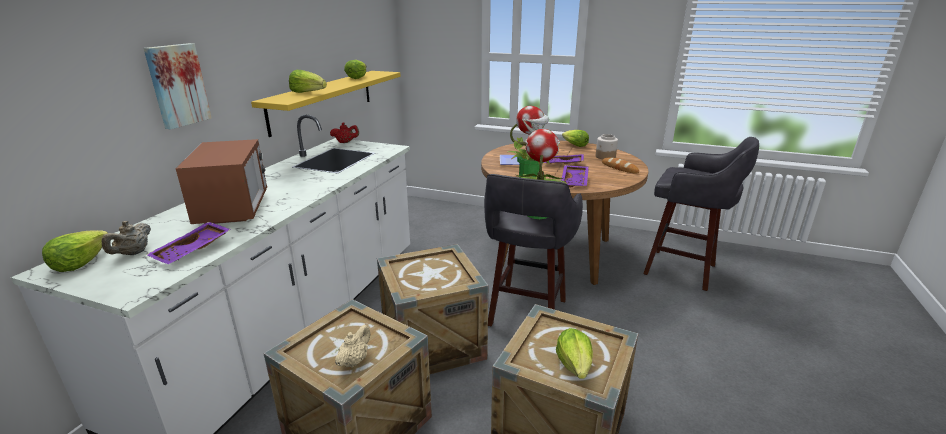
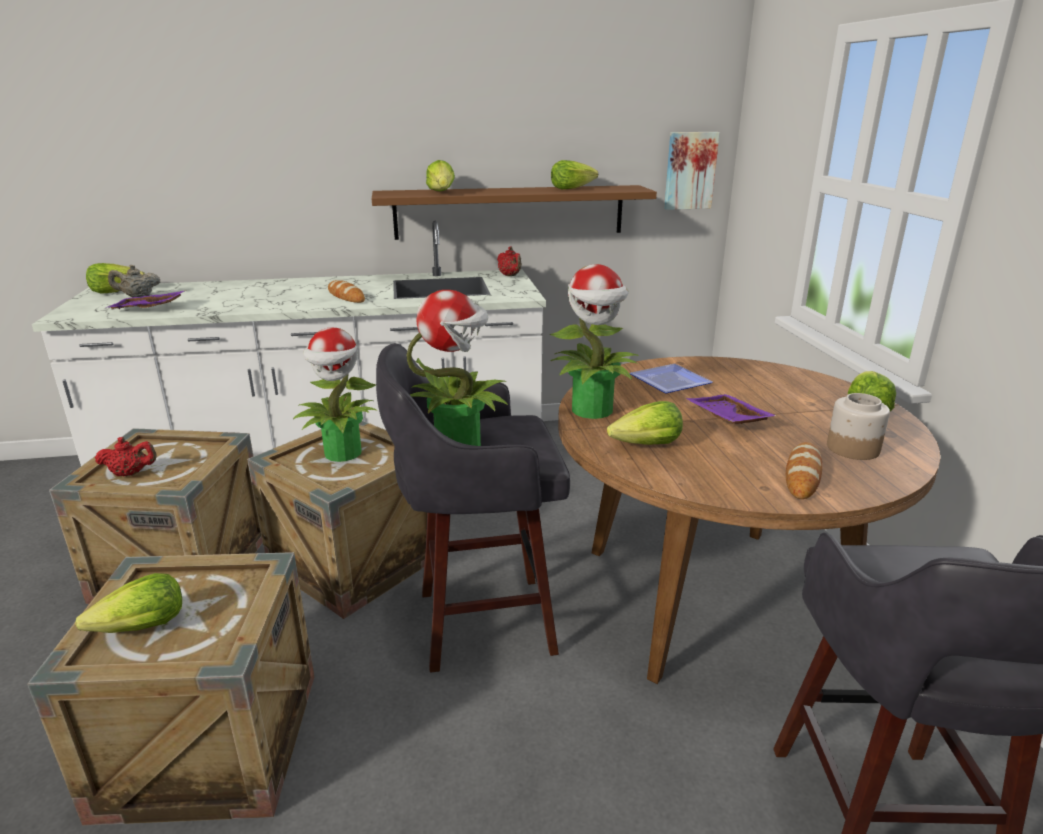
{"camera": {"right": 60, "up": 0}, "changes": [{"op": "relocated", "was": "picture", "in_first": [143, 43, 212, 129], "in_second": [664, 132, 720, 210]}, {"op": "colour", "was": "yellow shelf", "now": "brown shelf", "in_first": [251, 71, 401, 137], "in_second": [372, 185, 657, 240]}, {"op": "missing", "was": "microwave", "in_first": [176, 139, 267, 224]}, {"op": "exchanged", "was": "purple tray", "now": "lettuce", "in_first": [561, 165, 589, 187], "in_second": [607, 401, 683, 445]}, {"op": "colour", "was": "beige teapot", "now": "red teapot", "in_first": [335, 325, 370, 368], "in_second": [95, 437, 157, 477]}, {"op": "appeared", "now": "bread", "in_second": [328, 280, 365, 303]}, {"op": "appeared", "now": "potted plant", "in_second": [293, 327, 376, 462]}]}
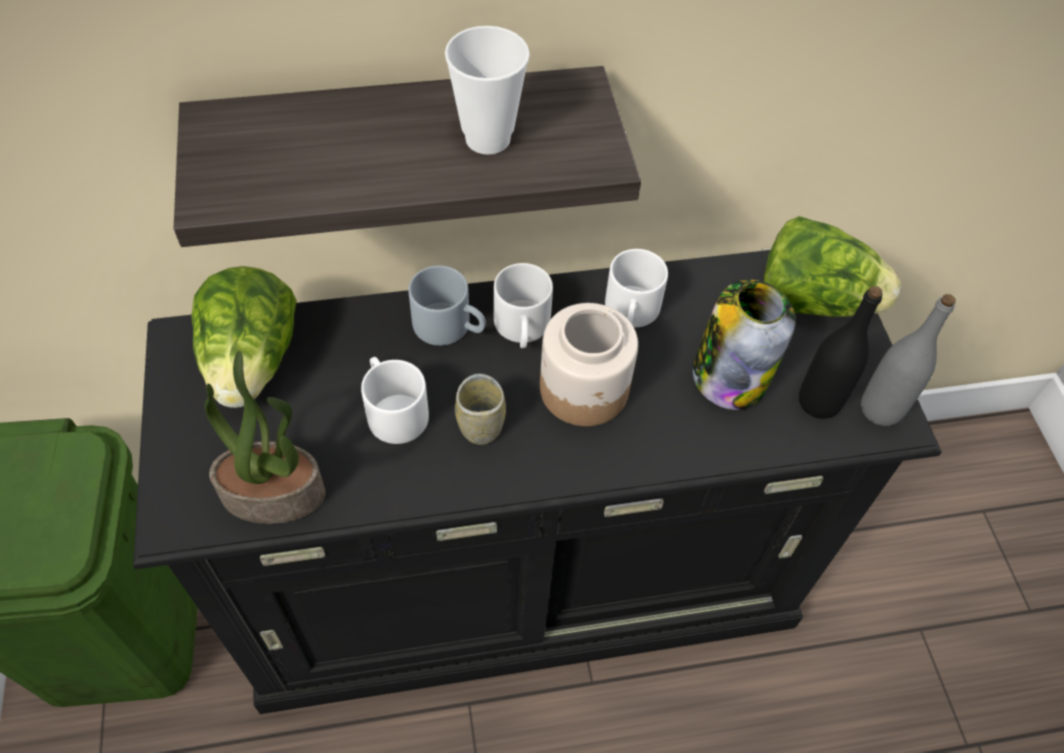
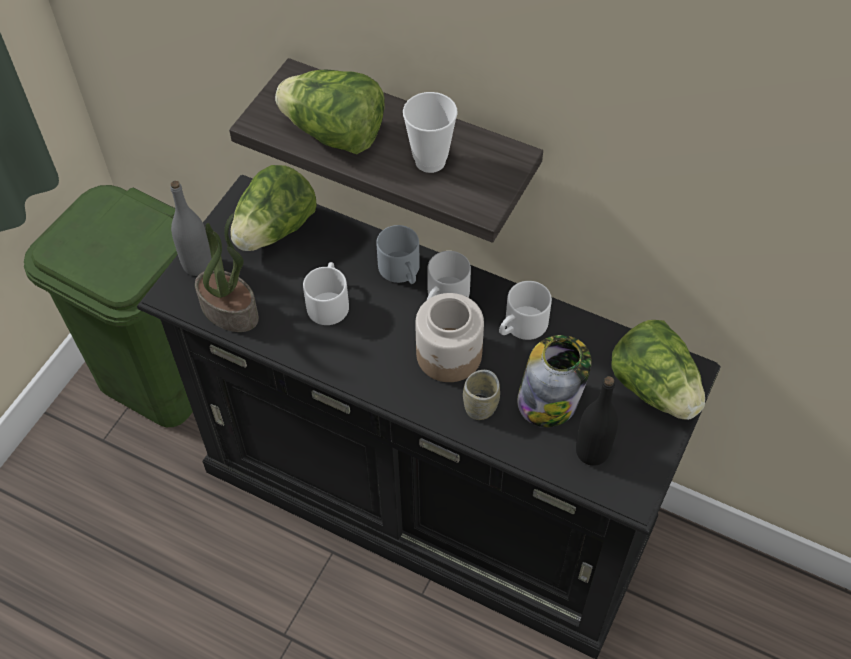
{"camera": {"right": 40, "up": 0}, "changes": [{"op": "relocated", "was": "grey bottle", "in_first": [861, 294, 956, 426], "in_second": [170, 181, 212, 276]}, {"op": "relocated", "was": "cup", "in_first": [455, 374, 506, 445], "in_second": [463, 370, 500, 420]}, {"op": "appeared", "now": "lettuce", "in_second": [275, 70, 385, 155]}]}
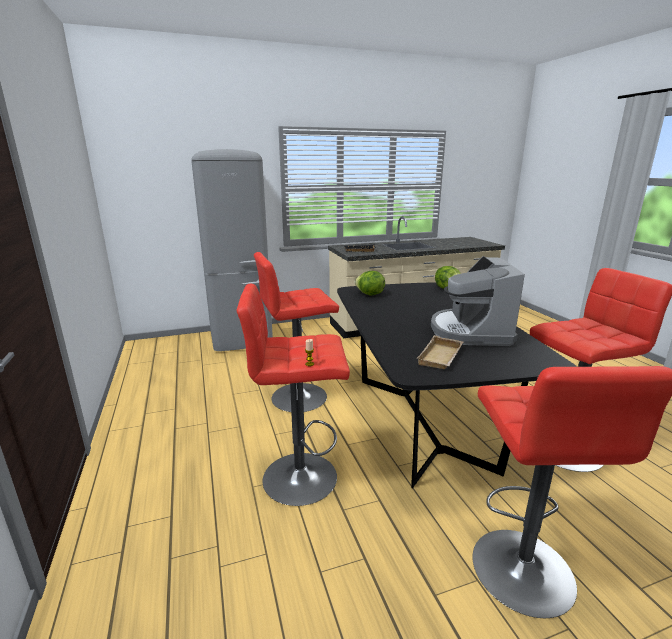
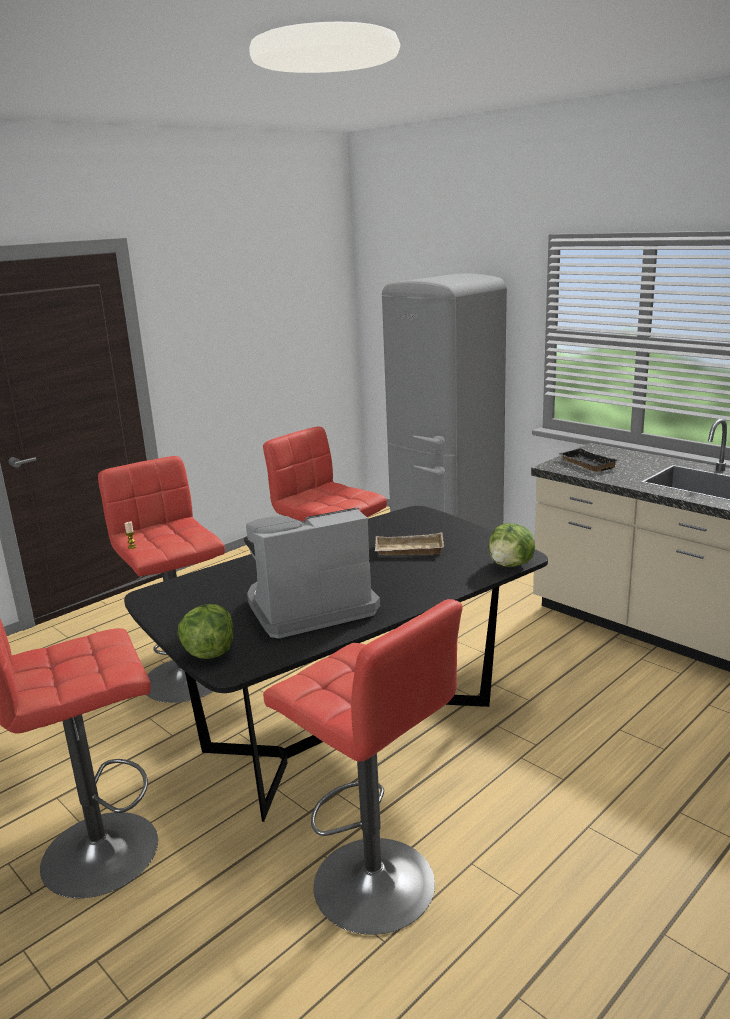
{"camera": {"right": 65, "up": 0}, "changes": [{"op": "relocated", "was": "lettuce", "in_first": [355, 271, 385, 295], "in_second": [178, 604, 233, 659]}, {"op": "relocated", "was": "beige tray", "in_first": [417, 335, 463, 369], "in_second": [375, 532, 444, 555]}]}
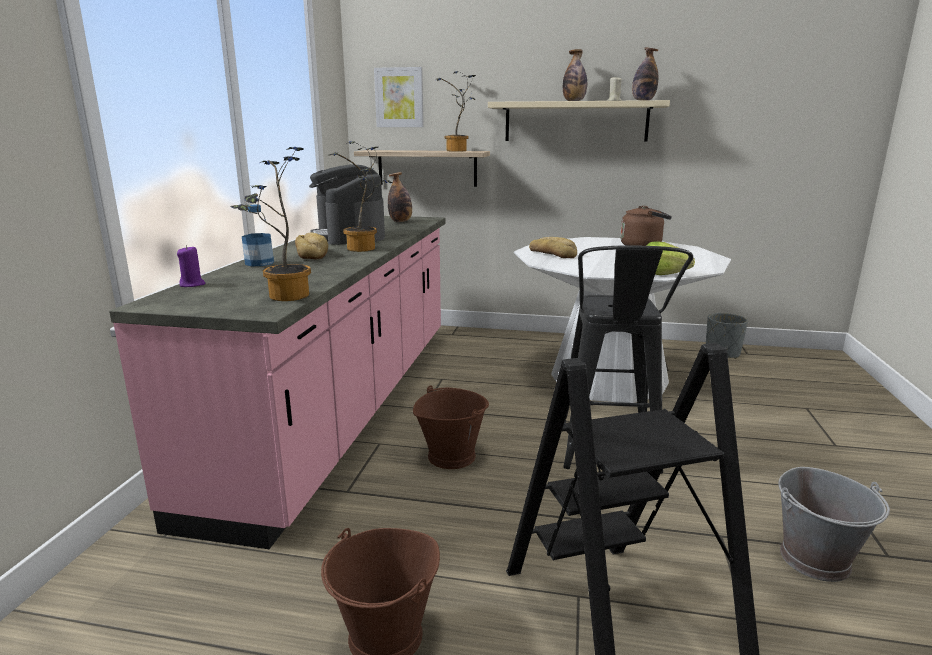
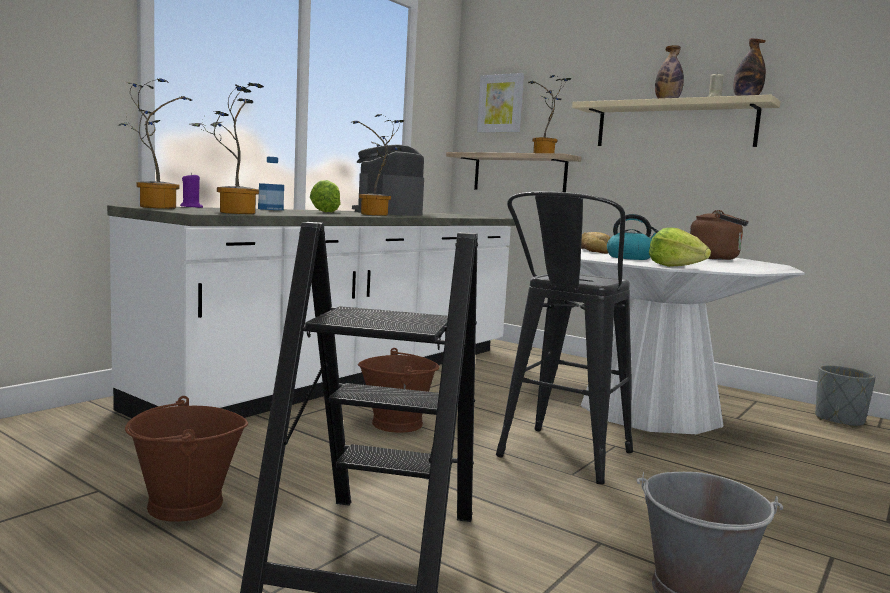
{"camera": {"right": 25, "up": -10}, "changes": [{"op": "missing", "was": "bottle", "in_first": [388, 172, 412, 222]}, {"op": "colour", "was": "pink counter", "now": "white counter", "in_first": [109, 216, 445, 549], "in_second": [107, 205, 516, 418]}, {"op": "exchanged", "was": "bread", "now": "lettuce", "in_first": [295, 233, 328, 260], "in_second": [310, 180, 341, 212]}, {"op": "appeared", "now": "potted plant", "in_second": [117, 78, 192, 209]}, {"op": "appeared", "now": "kettle", "in_second": [607, 214, 658, 260]}]}
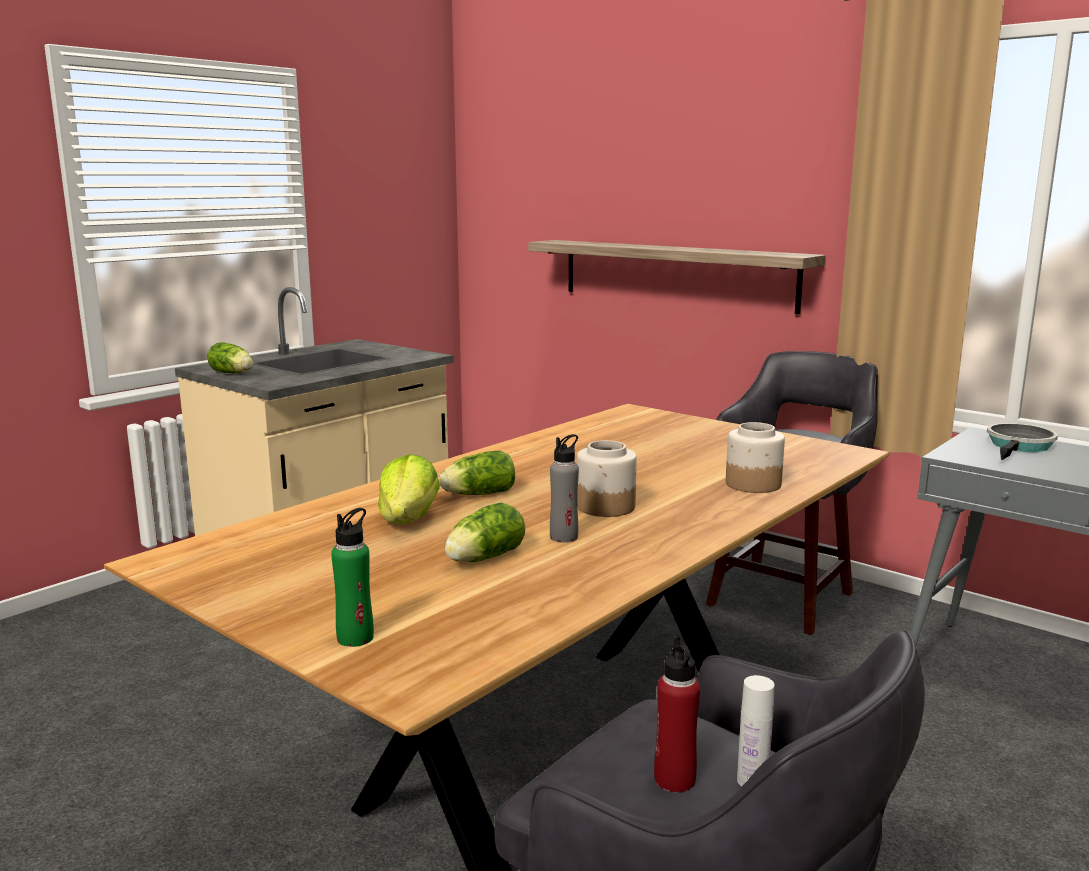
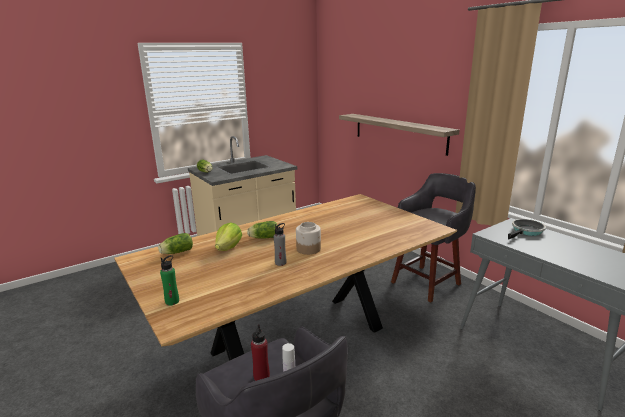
{"camera": {"right": 15, "up": 5}, "changes": [{"op": "missing", "was": "jar", "in_first": [726, 422, 785, 493]}, {"op": "relocated", "was": "lettuce", "in_first": [445, 503, 525, 562], "in_second": [158, 233, 193, 254]}]}
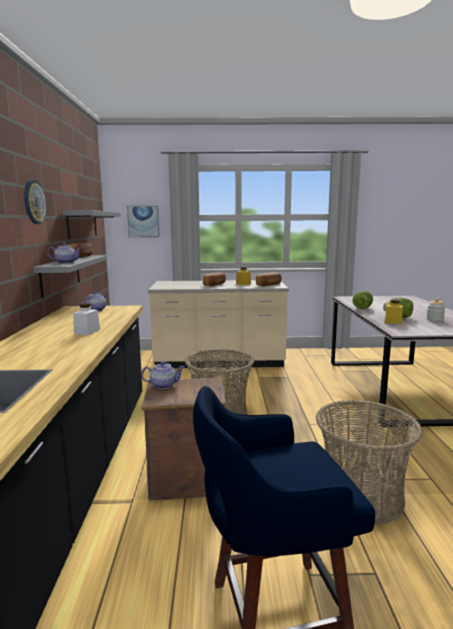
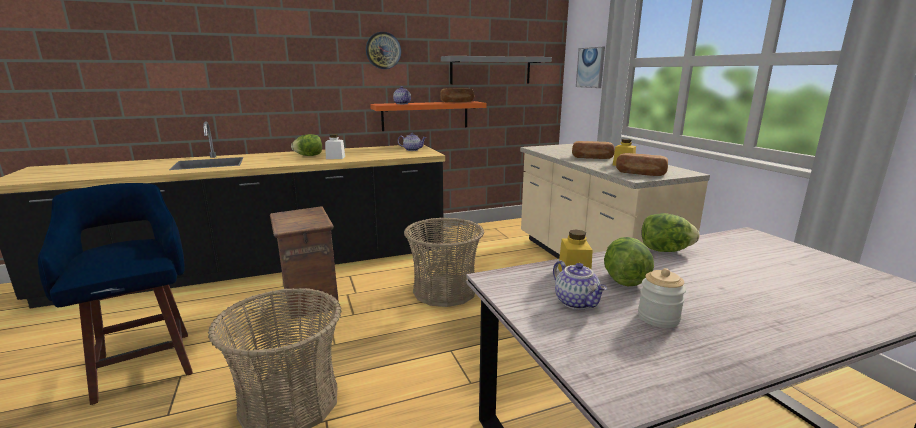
{"camera": {"right": 70, "up": 5}, "changes": [{"op": "colour", "was": "grey shelf", "now": "orange shelf", "in_first": [33, 255, 107, 299], "in_second": [370, 101, 487, 131]}, {"op": "relocated", "was": "teapot", "in_first": [141, 361, 185, 389], "in_second": [553, 261, 607, 310]}, {"op": "appeared", "now": "lettuce", "in_second": [291, 134, 322, 156]}]}
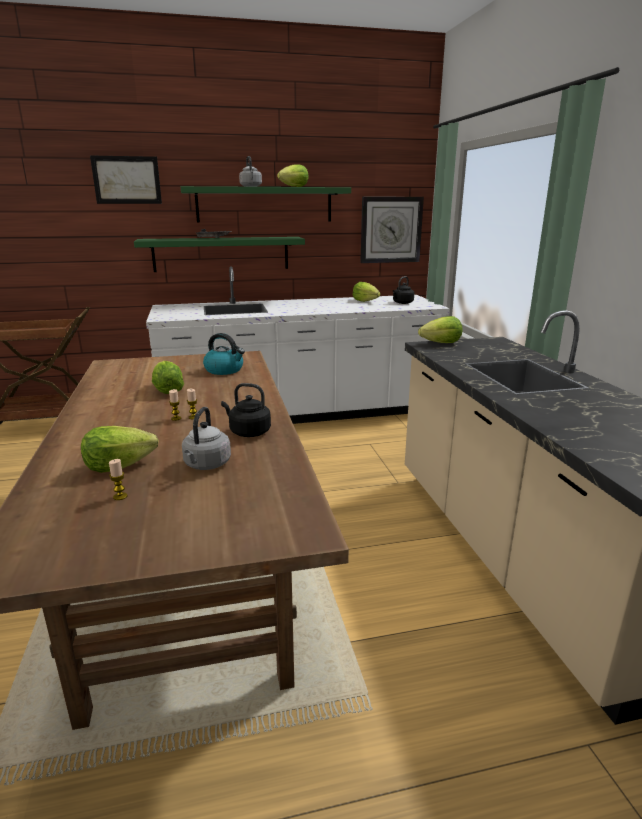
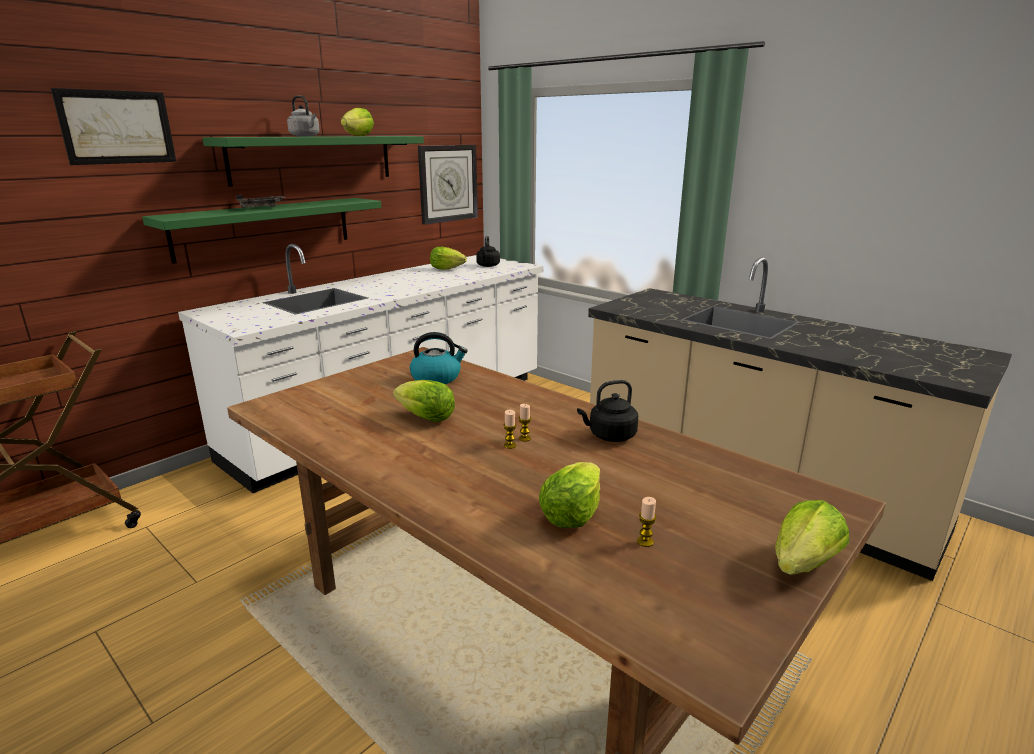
{"camera": {"right": -35, "up": 0}, "changes": [{"op": "relocated", "was": "lettuce", "in_first": [418, 316, 462, 343], "in_second": [775, 500, 849, 575]}, {"op": "missing", "was": "grey kettle", "in_first": [182, 407, 231, 470]}]}
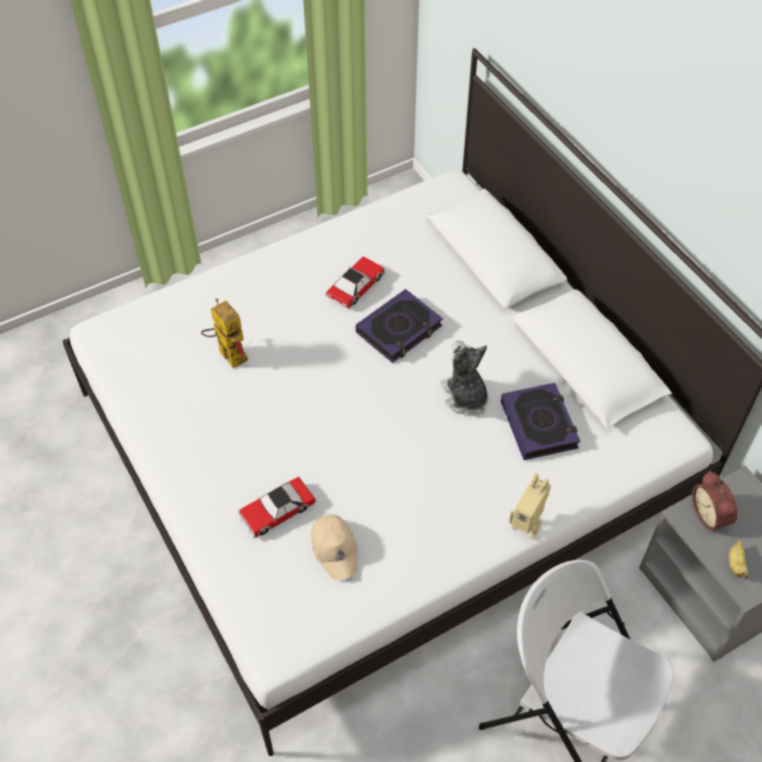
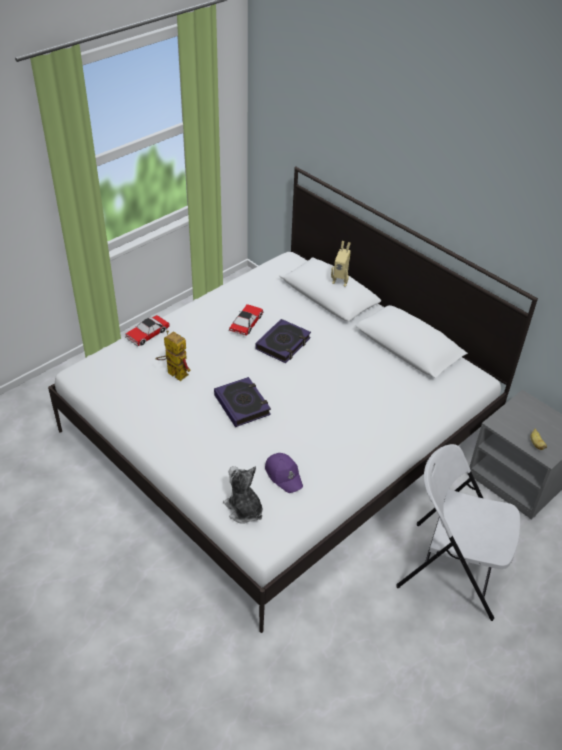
{"camera": {"right": -15, "up": -10}, "changes": [{"op": "relocated", "was": "plush toy", "in_first": [440, 340, 489, 414], "in_second": [223, 466, 263, 524]}, {"op": "relocated", "was": "book", "in_first": [501, 383, 580, 460], "in_second": [214, 377, 271, 427]}, {"op": "missing", "was": "alarm clock", "in_first": [692, 471, 737, 533]}, {"op": "relocated", "was": "toy robot", "in_first": [509, 473, 551, 539], "in_second": [331, 241, 351, 287]}, {"op": "relocated", "was": "toy car", "in_first": [238, 477, 316, 538], "in_second": [125, 315, 170, 347]}, {"op": "colour", "was": "beige cap", "now": "purple cap", "in_first": [311, 514, 357, 580], "in_second": [265, 453, 303, 493]}]}
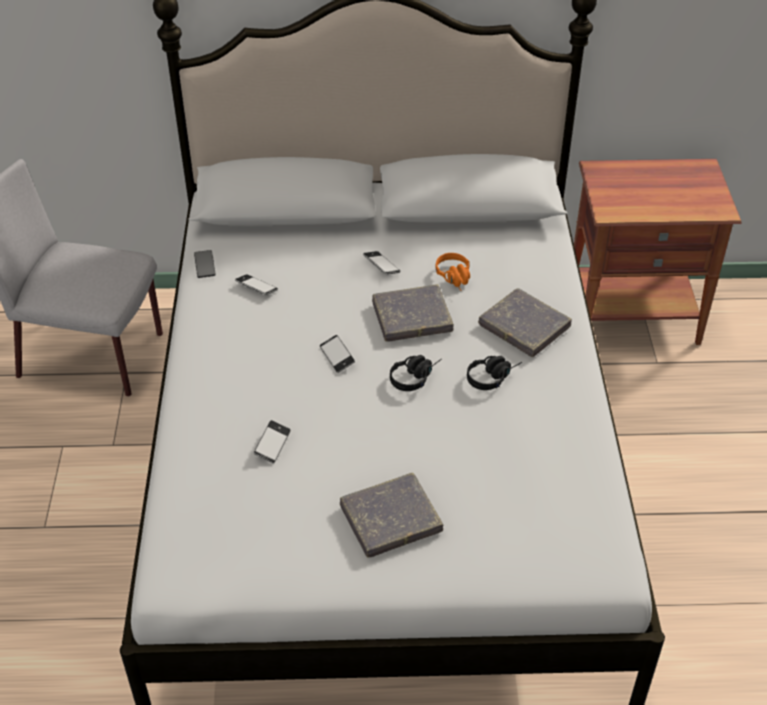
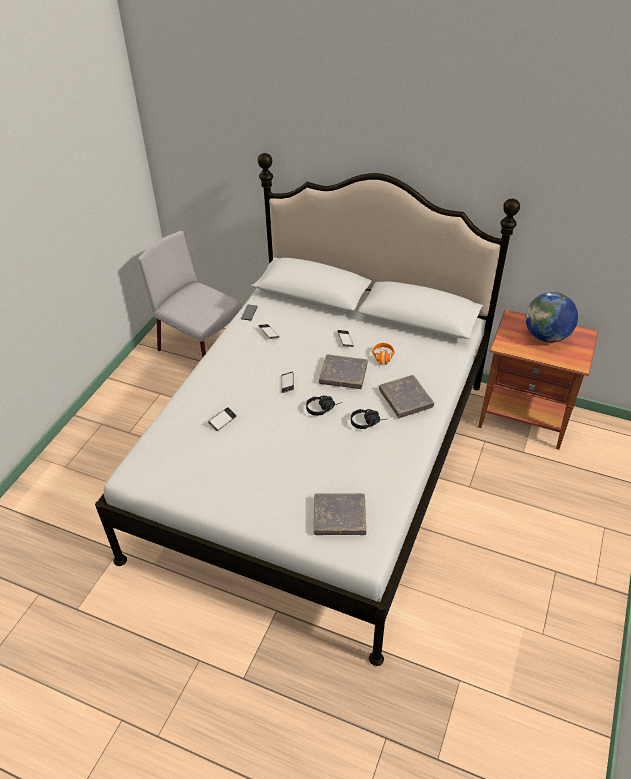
{"camera": {"right": 25, "up": 0}, "changes": [{"op": "relocated", "was": "grey book", "in_first": [340, 473, 443, 558], "in_second": [314, 493, 366, 535]}, {"op": "appeared", "now": "globe", "in_second": [525, 292, 578, 342]}]}
